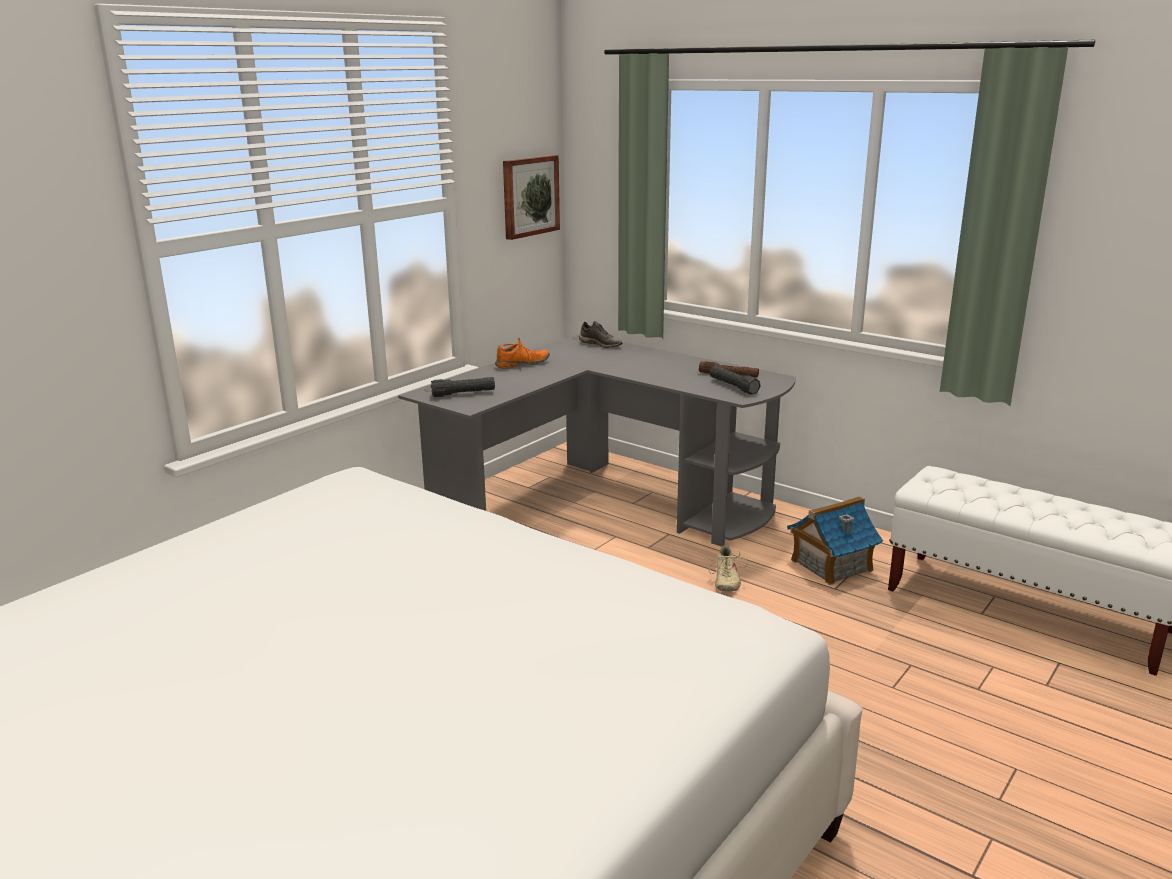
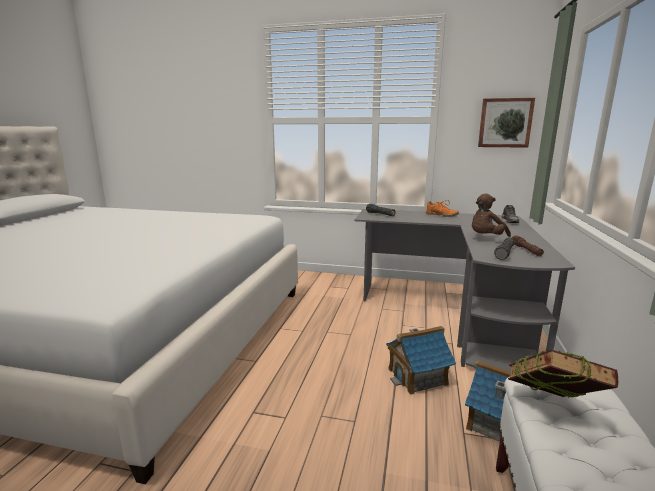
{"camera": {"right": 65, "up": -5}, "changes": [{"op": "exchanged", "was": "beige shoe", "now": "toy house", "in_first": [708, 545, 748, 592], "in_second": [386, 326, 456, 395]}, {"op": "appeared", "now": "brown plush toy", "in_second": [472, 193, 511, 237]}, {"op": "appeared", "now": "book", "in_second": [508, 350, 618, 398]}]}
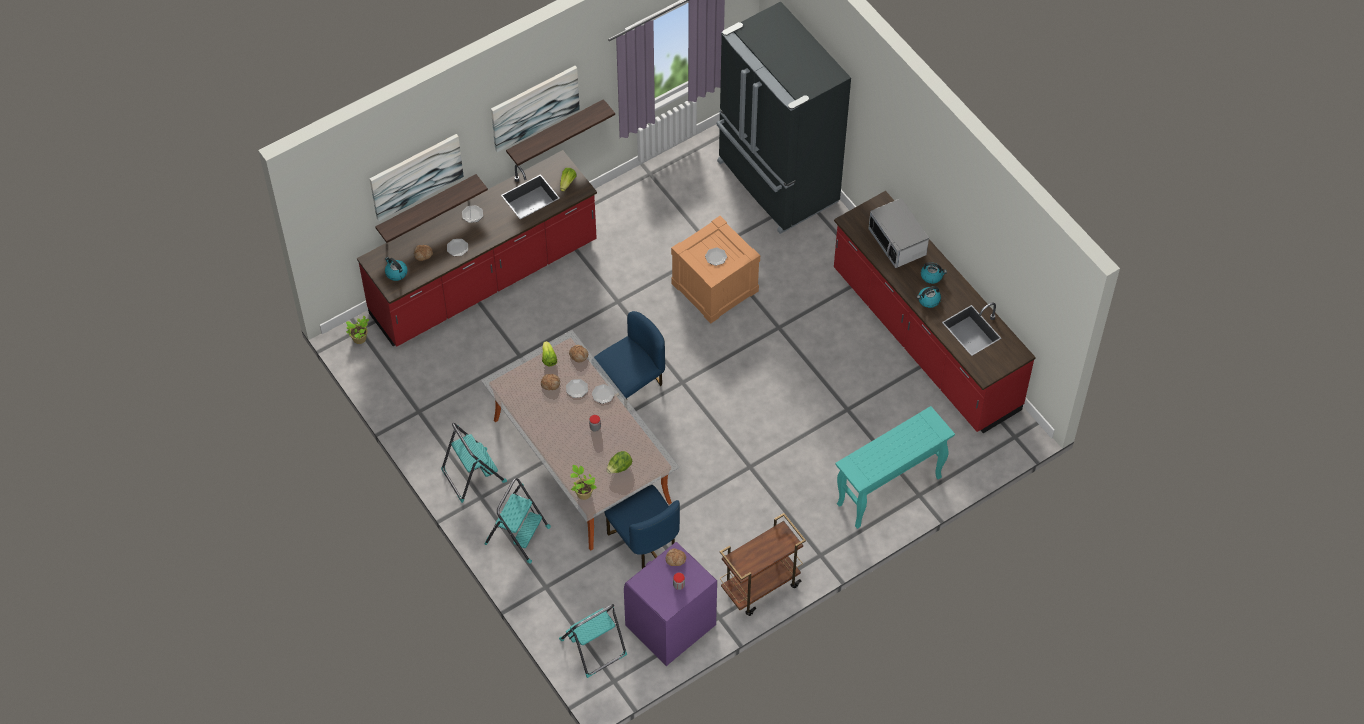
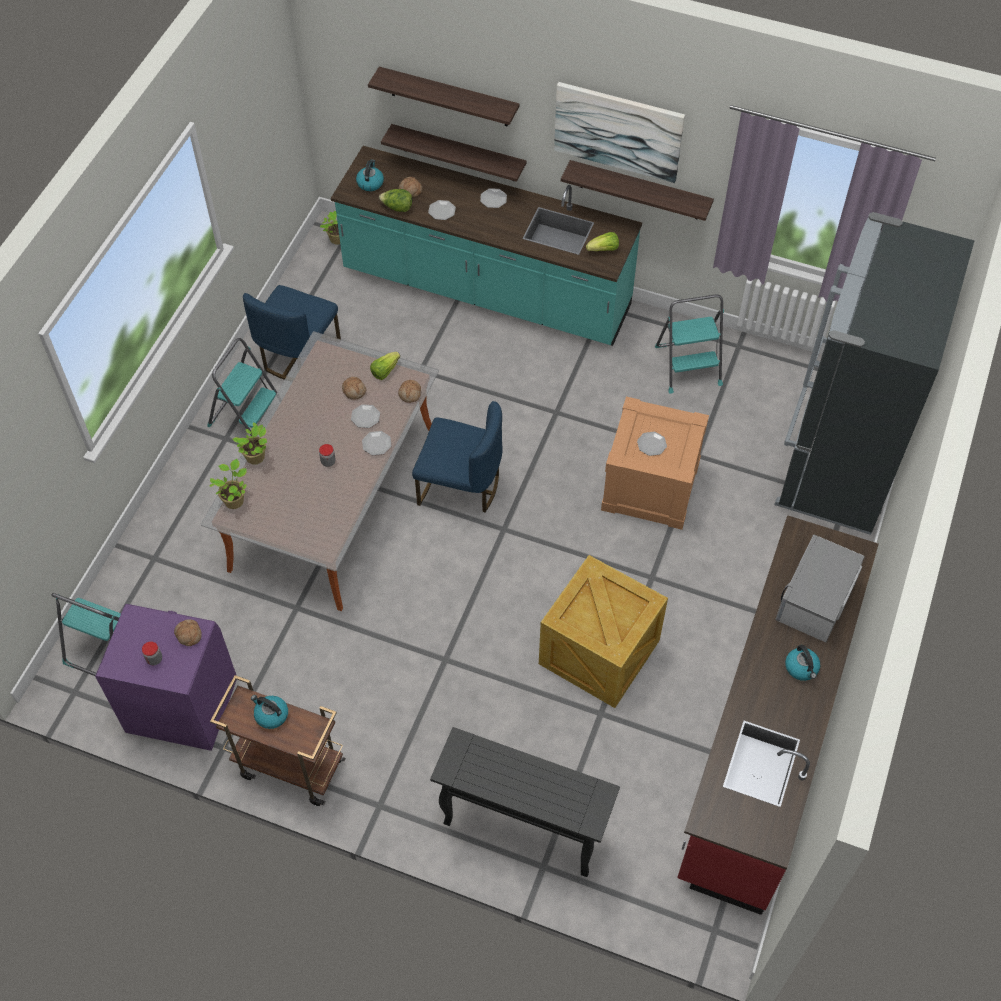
{"camera": {"right": 55, "up": 0}, "changes": [{"op": "exchanged", "was": "picture", "now": "shelf", "in_first": [370, 134, 464, 221], "in_second": [368, 67, 520, 126]}, {"op": "colour", "was": "red counter", "now": "turquoise counter", "in_first": [357, 150, 597, 347], "in_second": [331, 146, 642, 346]}, {"op": "relocated", "was": "kettle", "in_first": [917, 286, 941, 308], "in_second": [251, 695, 288, 729]}, {"op": "colour", "was": "turquoise console table", "now": "black console table", "in_first": [835, 406, 955, 529], "in_second": [430, 727, 620, 877]}, {"op": "relocated", "was": "lettuce", "in_first": [606, 451, 632, 473], "in_second": [379, 189, 412, 212]}, {"op": "relocated", "was": "turquoise step ladder", "in_first": [485, 478, 551, 564], "in_second": [655, 295, 724, 394]}, {"op": "relocated", "was": "blue chair", "in_first": [605, 485, 680, 569], "in_second": [243, 285, 341, 380]}, {"op": "appeared", "now": "potted plant", "in_second": [232, 423, 267, 465]}, {"op": "appeared", "now": "crate", "in_second": [539, 555, 668, 708]}]}
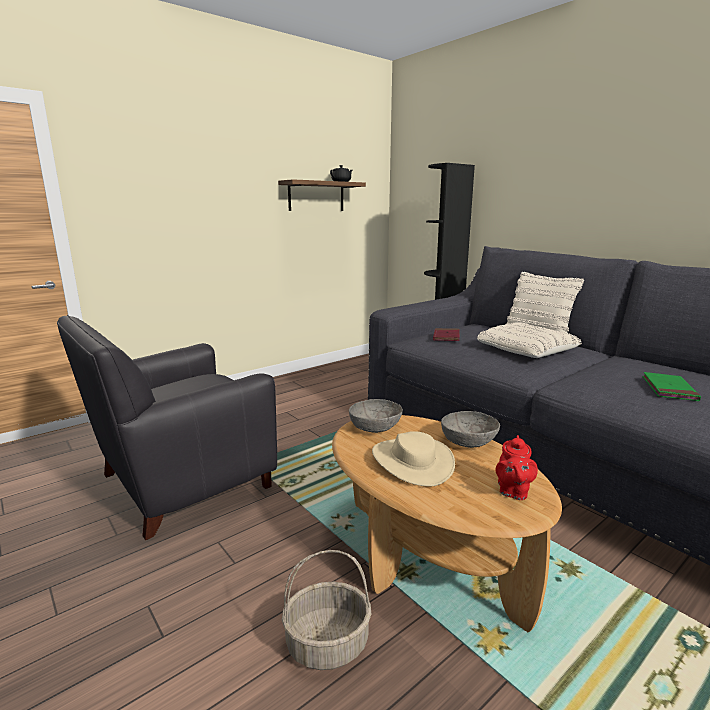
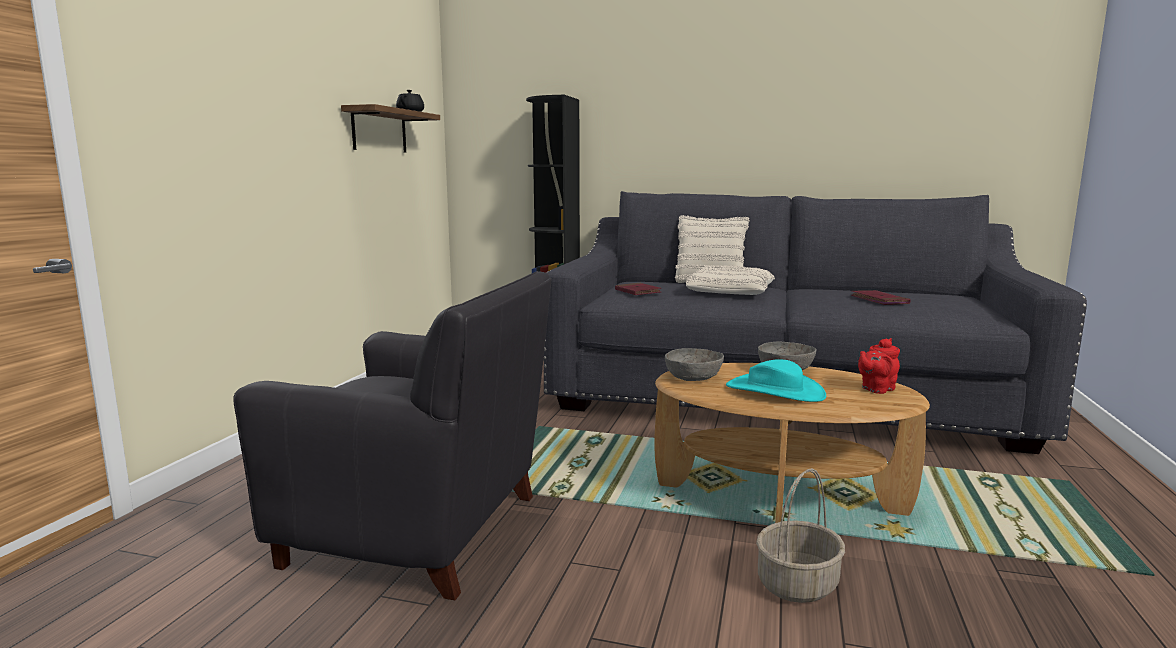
{"camera": {"right": -35, "up": -5}, "changes": [{"op": "spun", "was": "black armchair", "in_first": [57, 315, 277, 540], "in_second": [234, 271, 551, 600], "clockwise": -90}, {"op": "colour", "was": "green book", "now": "red book", "in_first": [642, 372, 701, 401], "in_second": [851, 290, 911, 305]}, {"op": "colour", "was": "beige hat", "now": "turquoise hat", "in_first": [372, 431, 455, 487], "in_second": [726, 359, 826, 402]}, {"op": "spun", "was": "red teapot", "in_first": [495, 435, 538, 500], "in_second": [858, 338, 900, 394], "clockwise": 75}]}
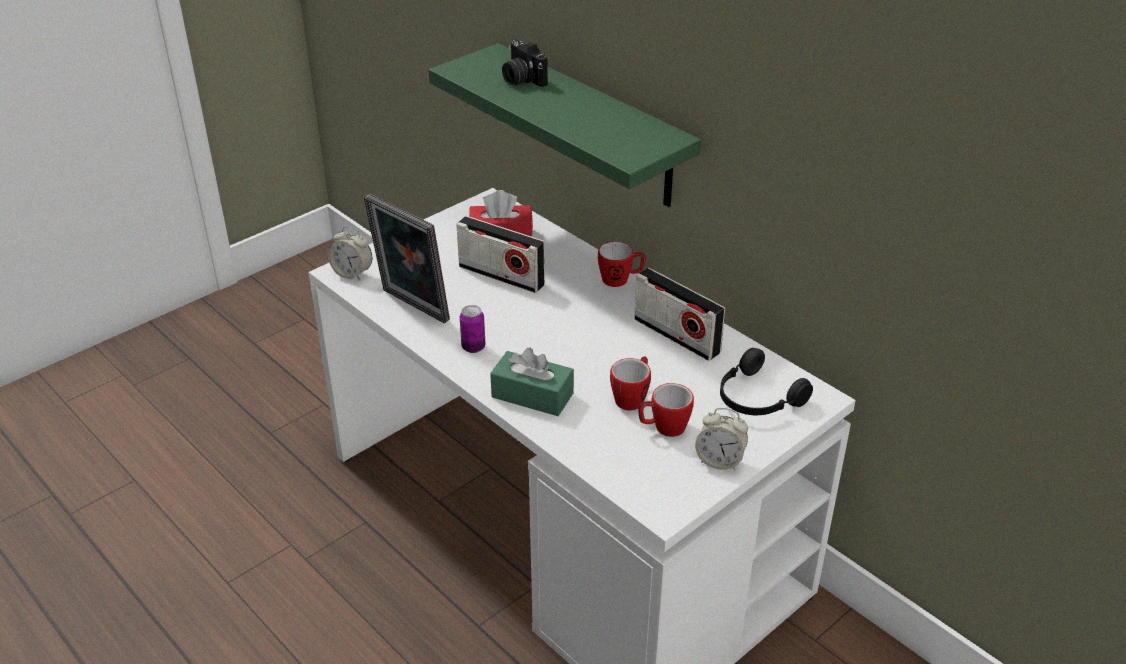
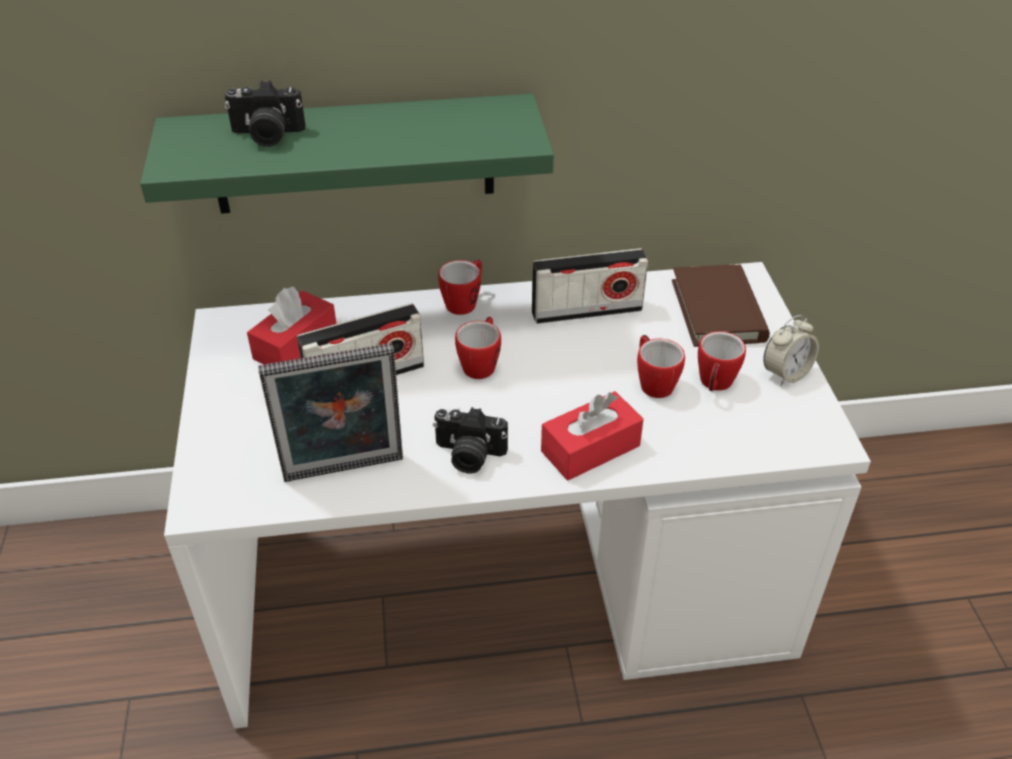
{"camera": {"right": -55, "up": 5}, "changes": [{"op": "missing", "was": "alarm clock", "in_first": [328, 226, 372, 280]}, {"op": "exchanged", "was": "can", "now": "photo camera", "in_first": [460, 305, 485, 353], "in_second": [433, 407, 508, 473]}, {"op": "colour", "was": "green tissue box", "now": "red tissue box", "in_first": [490, 348, 574, 416], "in_second": [541, 391, 643, 481]}, {"op": "exchanged", "was": "black headphones", "now": "brown book", "in_first": [720, 348, 813, 415], "in_second": [672, 264, 770, 347]}, {"op": "appeared", "now": "mug", "in_second": [455, 317, 501, 379]}]}
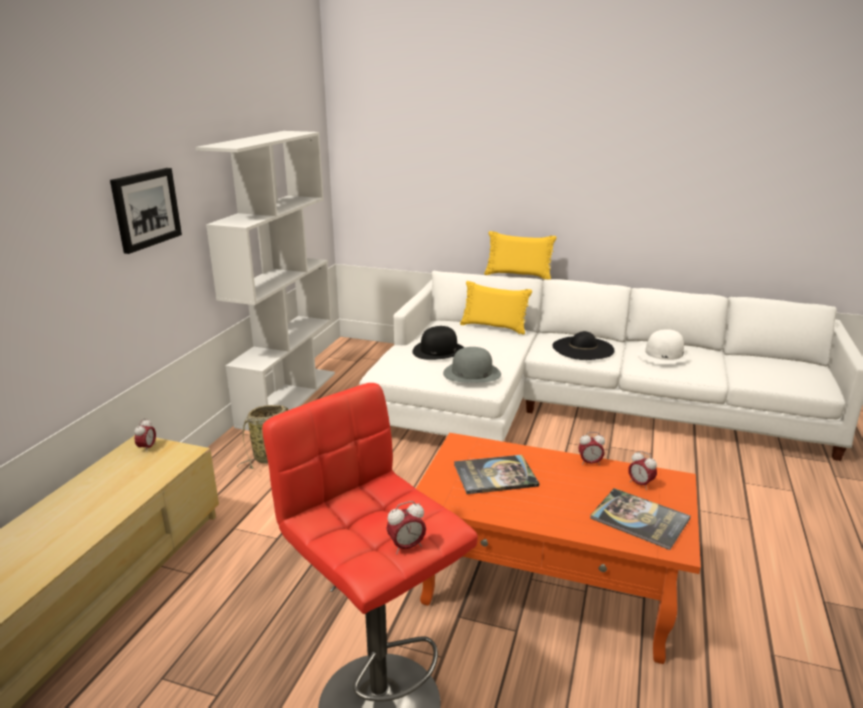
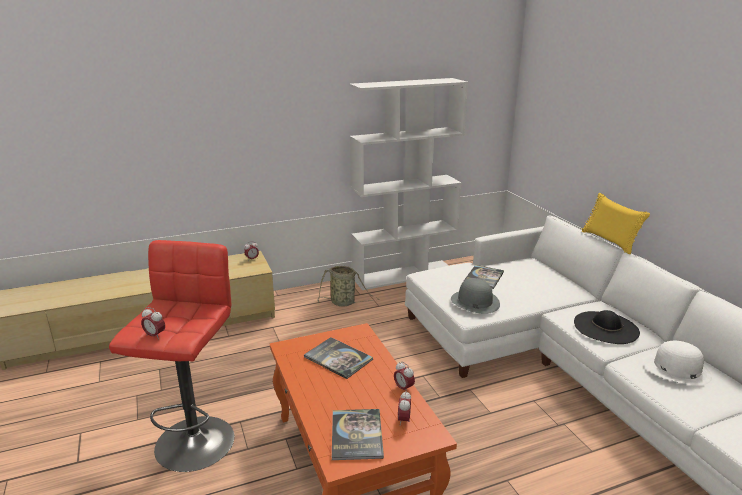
{"camera": {"right": 50, "up": 0}, "changes": [{"op": "missing", "was": "picture", "in_first": [110, 168, 182, 254]}, {"op": "missing", "was": "yellow pillow", "in_first": [460, 281, 532, 335]}, {"op": "exchanged", "was": "black hat", "now": "book", "in_first": [412, 326, 464, 360], "in_second": [464, 265, 504, 289]}]}
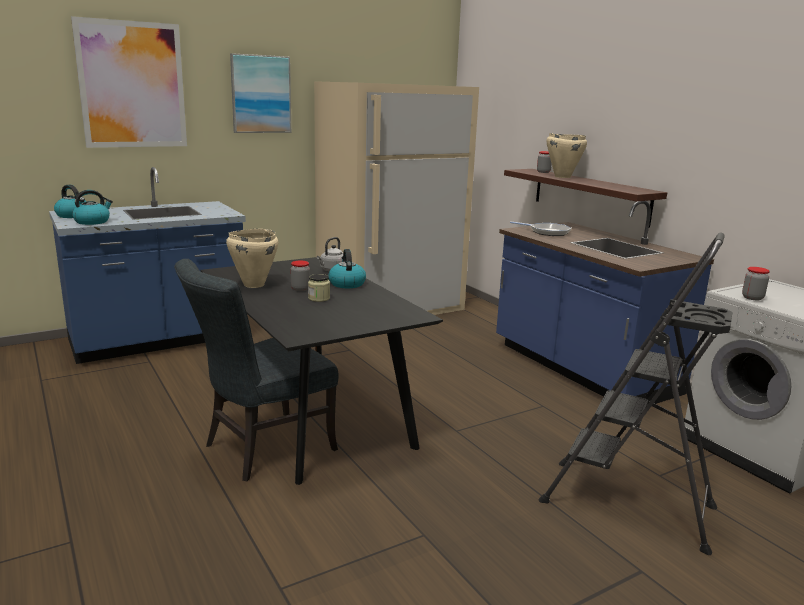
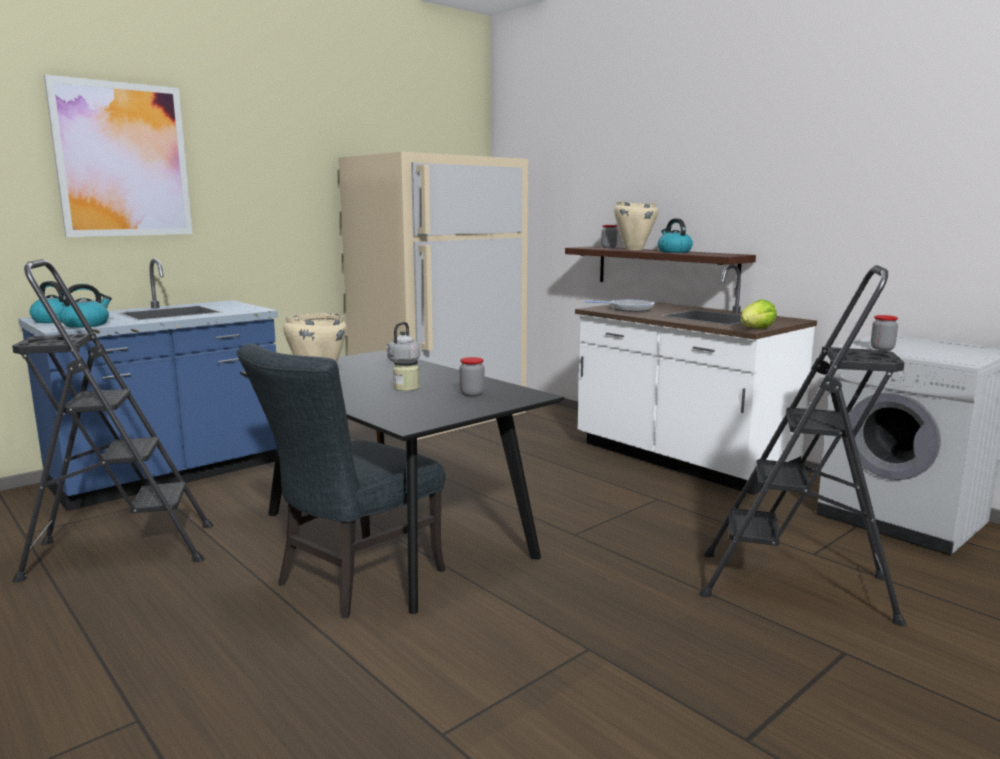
{"camera": {"right": -10, "up": -5}, "changes": [{"op": "missing", "was": "picture", "in_first": [230, 53, 291, 133]}, {"op": "colour", "was": "blue counter", "now": "white counter", "in_first": [496, 201, 714, 404], "in_second": [575, 264, 817, 495]}, {"op": "relocated", "was": "kettle", "in_first": [328, 249, 366, 288], "in_second": [657, 218, 693, 253]}, {"op": "relocated", "was": "jar", "in_first": [291, 261, 310, 291], "in_second": [460, 357, 485, 396]}, {"op": "appeared", "now": "step ladder", "in_second": [12, 259, 214, 583]}, {"op": "appeared", "now": "lettuce", "in_second": [741, 299, 777, 329]}]}
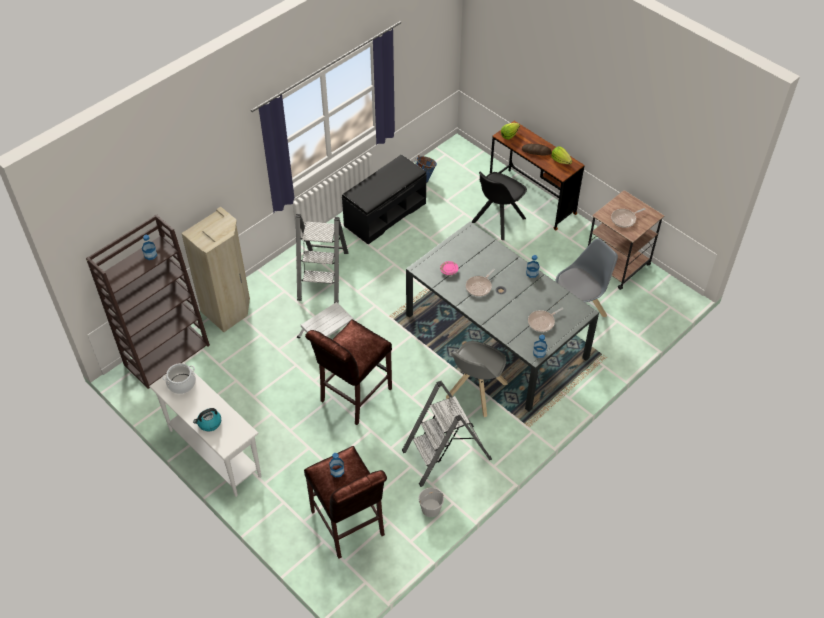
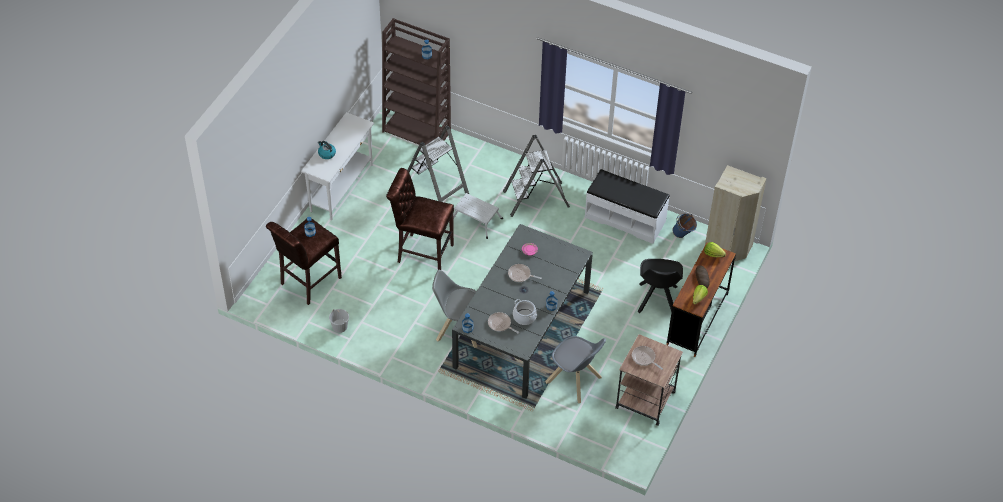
{"camera": {"right": 70, "up": 0}, "changes": [{"op": "colour", "was": "black bench", "now": "white bench", "in_first": [342, 155, 427, 245], "in_second": [585, 169, 670, 244]}, {"op": "spun", "was": "black chair", "in_first": [472, 171, 527, 240], "in_second": [637, 259, 683, 313], "clockwise": -105}, {"op": "relocated", "was": "beige cabinet", "in_first": [181, 207, 250, 332], "in_second": [705, 165, 767, 261]}, {"op": "relocated", "was": "cooking pot", "in_first": [163, 363, 196, 394], "in_second": [513, 299, 537, 325]}, {"op": "relocated", "was": "grey step ladder", "in_first": [402, 381, 492, 487], "in_second": [407, 125, 469, 202]}]}
